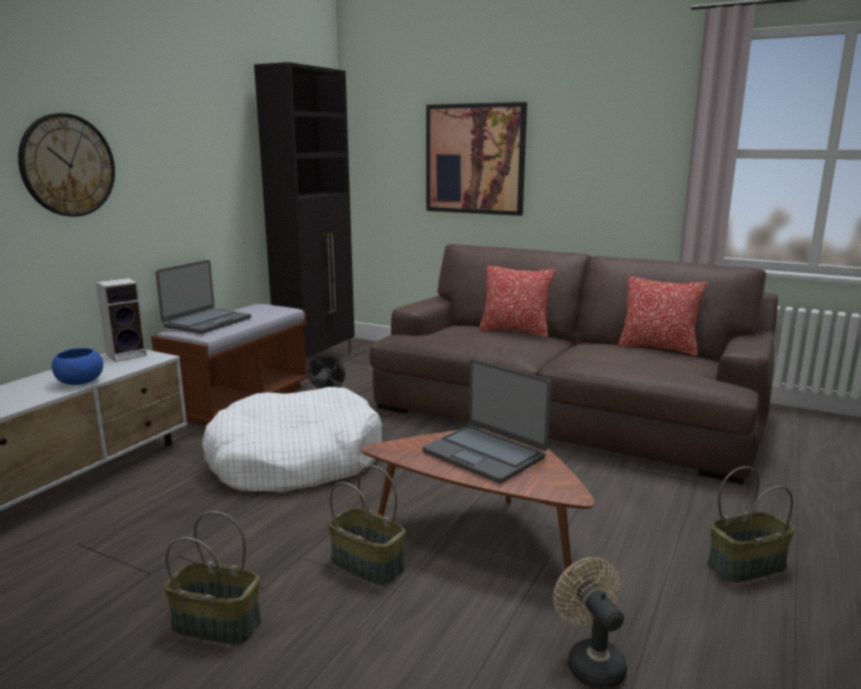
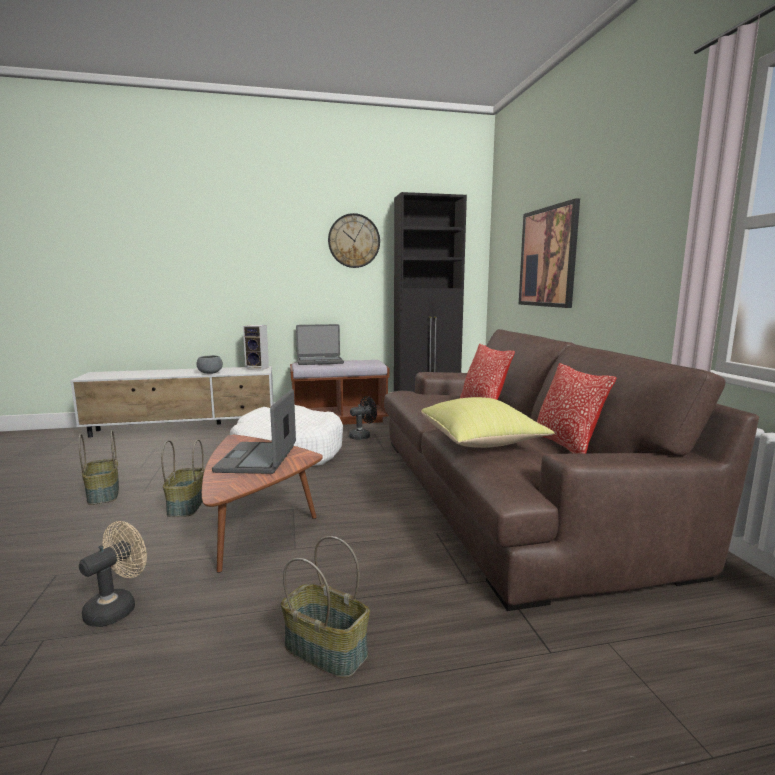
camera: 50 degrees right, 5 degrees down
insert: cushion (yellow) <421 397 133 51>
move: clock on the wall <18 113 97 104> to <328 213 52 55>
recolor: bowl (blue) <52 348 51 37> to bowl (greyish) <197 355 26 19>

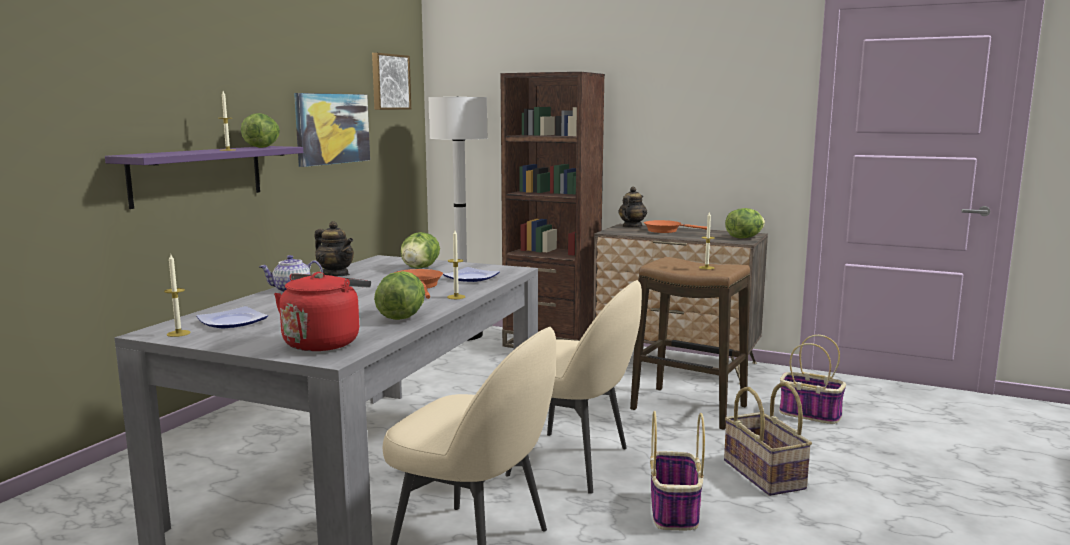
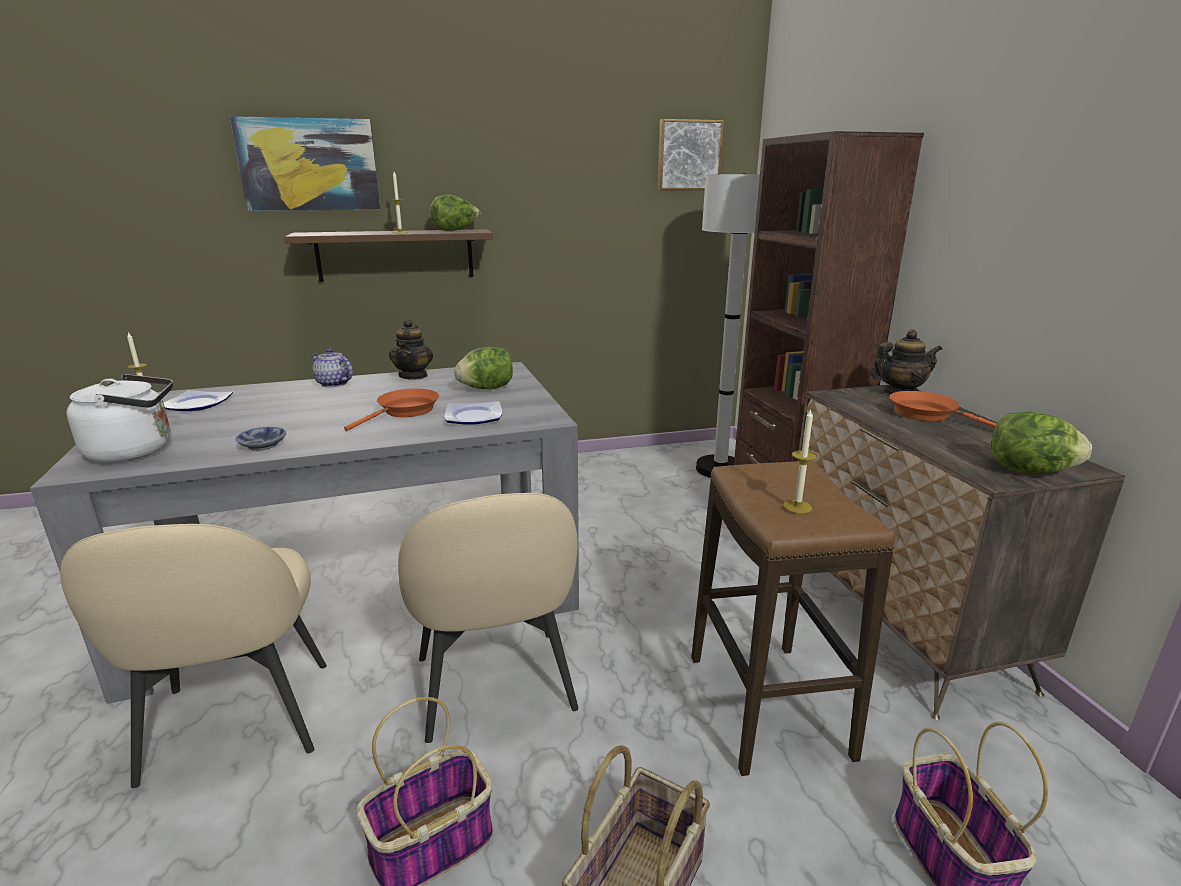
camera: 50 degrees right, 10 degrees up
delete: wax candle <447 230 18 69>
move: wall picture <294 93 76 74> to <230 116 151 95>
replace: head of lettuce <374 271 51 49> to bowl <236 427 50 24>
recolor: bracket shelf (purplish) <105 146 198 63> to bracket shelf (brown) <284 229 209 53>; water kettle (reddish) <274 272 97 79> to water kettle (whitish) <67 374 106 89>

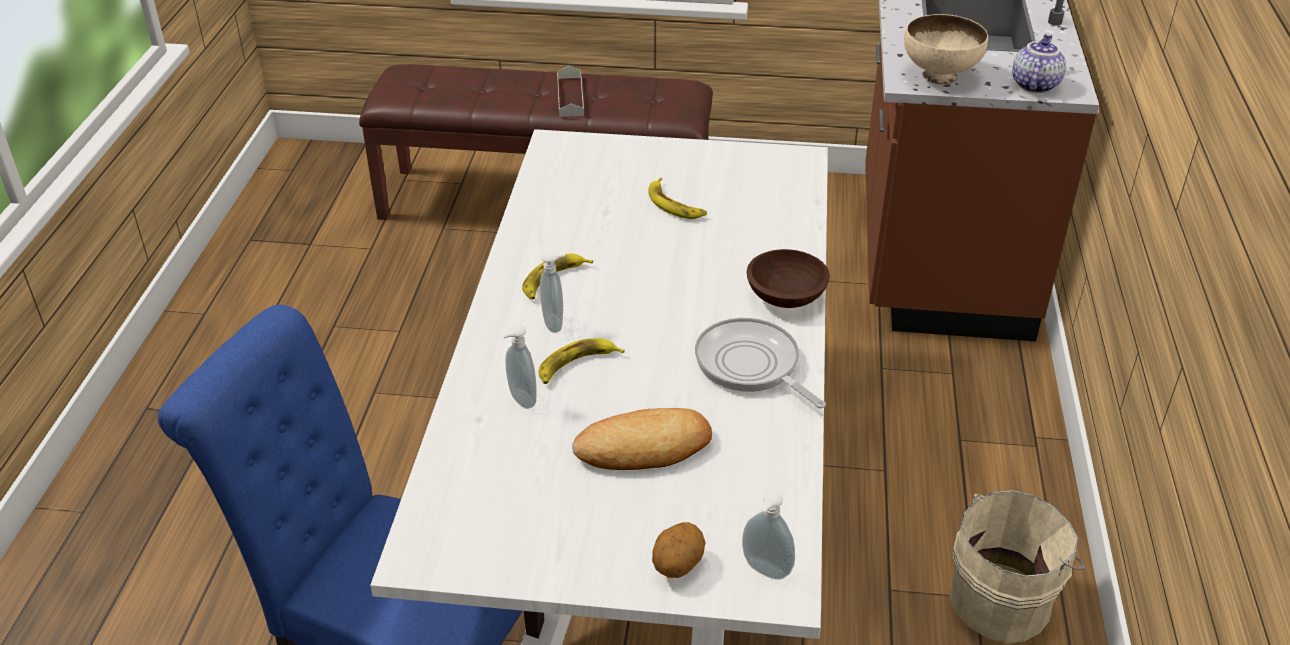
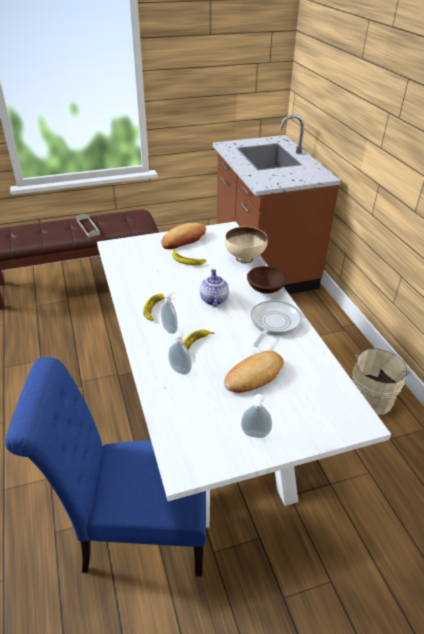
camera: 25 degrees left, 0 degrees up
delete: spud <652 522 54 56>
insert: baked bread <161 223 45 26>
move: bowl (beige) <904 14 84 71> to <225 227 43 37>; tea pot <1012 34 54 59> to <200 269 29 38>; soap bottle <742 491 53 89> to <241 394 31 44>
rotate: pan <695 318 131 90> = <251 300 51 47> 90 degrees clockwise

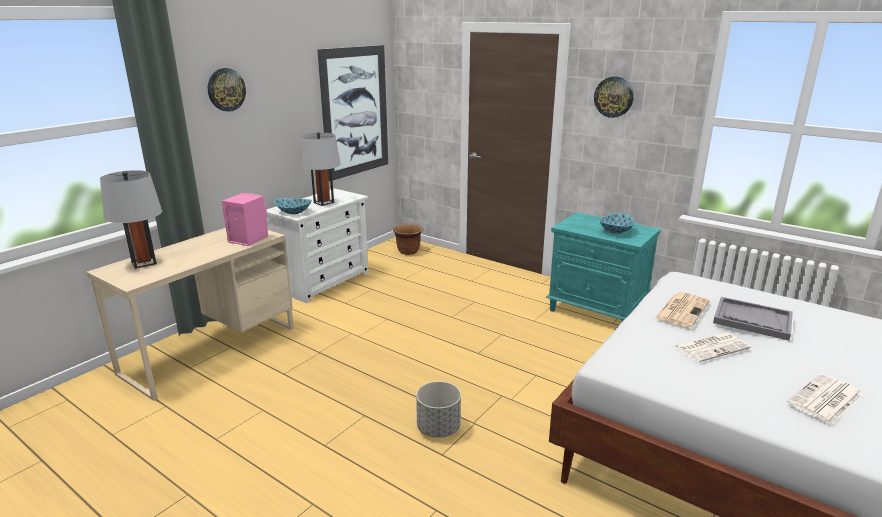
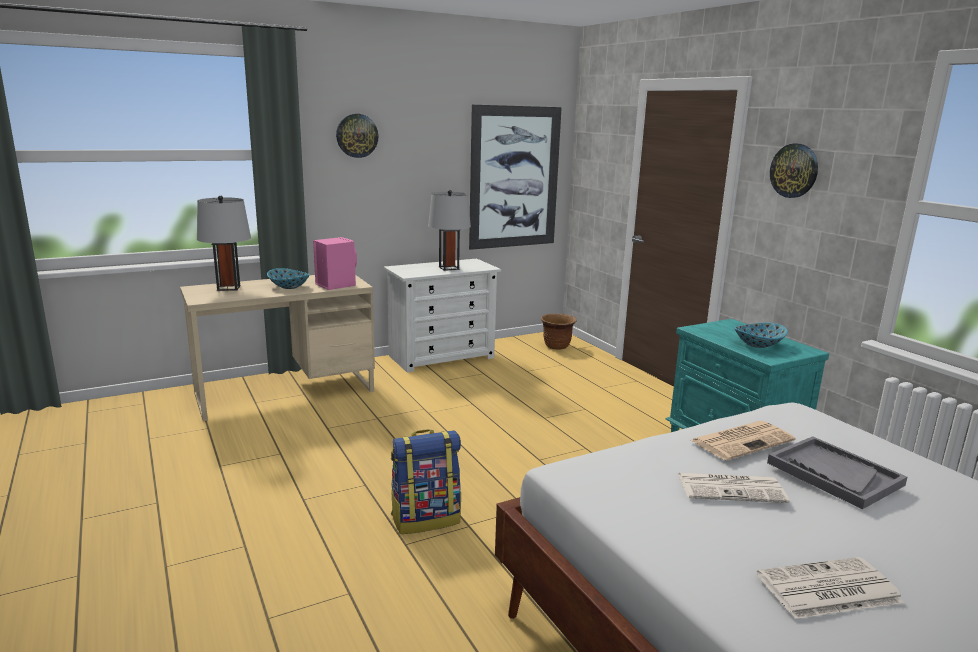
camera: 25 degrees right, 5 degrees down
move: bowl <274 198 38 16> to <267 268 43 21>
replace: flower pot (greyish) <416 381 45 57> to backpack <391 429 70 105>

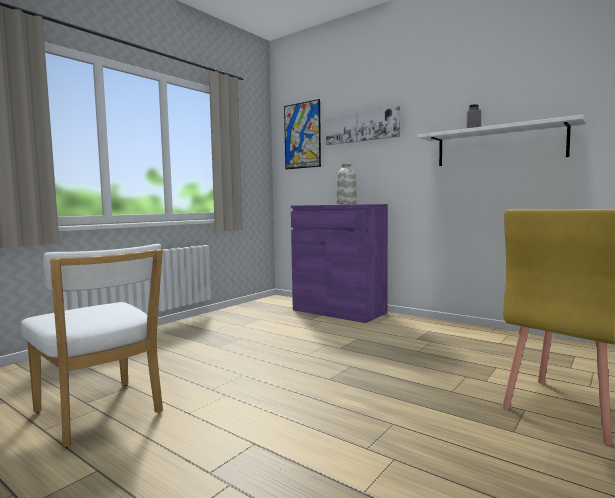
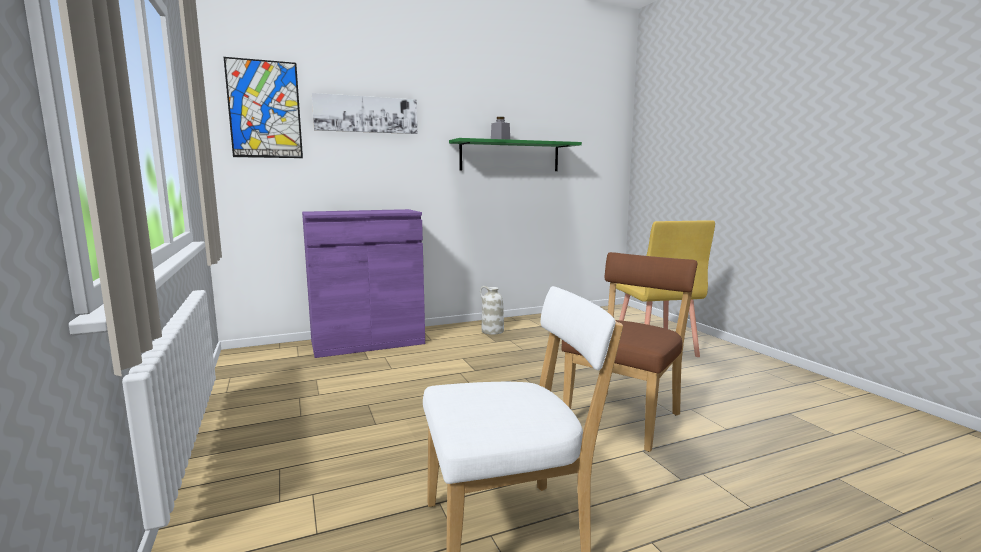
camera: 60 degrees left, 5 degrees up
insert: chair (brown) <561 252 136 200>
move: vase (whitish) <337 163 20 42> to <480 286 24 49>
recolor: bracket shelf (whitish) <418 115 168 51> to bracket shelf (greenish) <449 138 133 33>

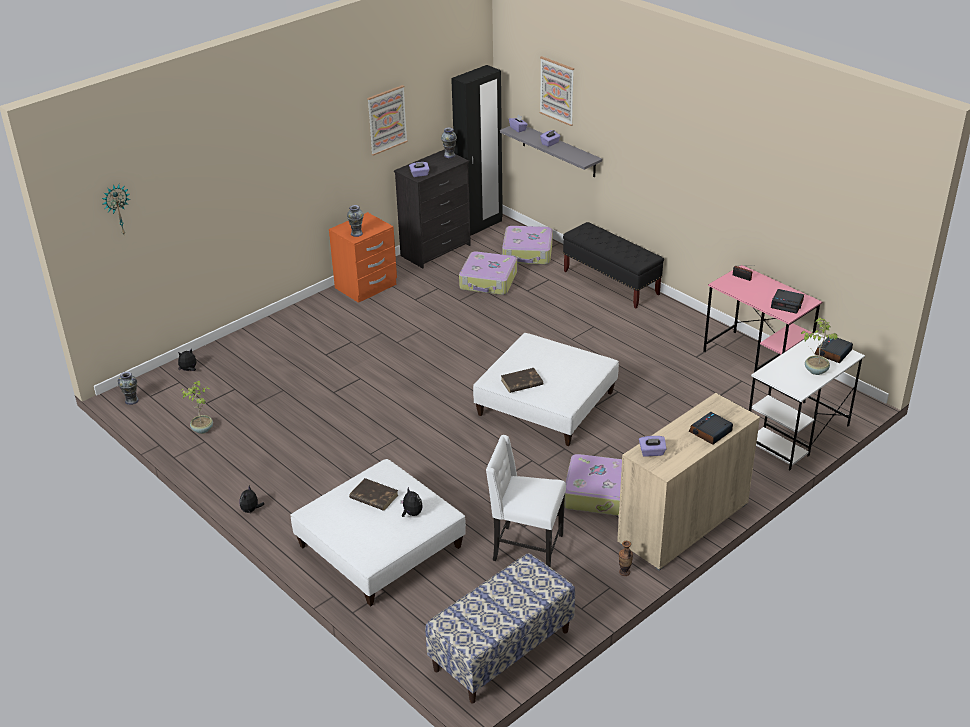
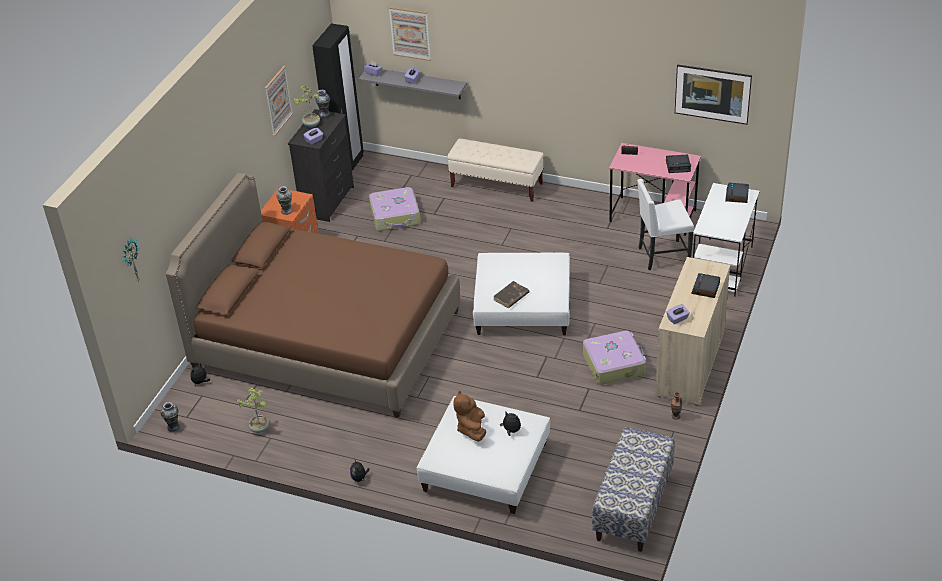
camera: 25 degrees left, 5 degrees up
delete: travel case <502 226 51 39>
insert: wall picture <675 65 77 60>; sleeping bed (brown) <166 173 294 245>
move: houseplant <801 318 37 57> to <293 86 27 42>; chair (whitish) <486 435 80 133> to <637 179 57 91>
replace: bound book (brown) <349 478 49 33> to cuddly toy (brown) <453 391 33 51>
recolor: long seat (black-coloured) <563 222 101 86> to long seat (beige) <447 138 97 64>

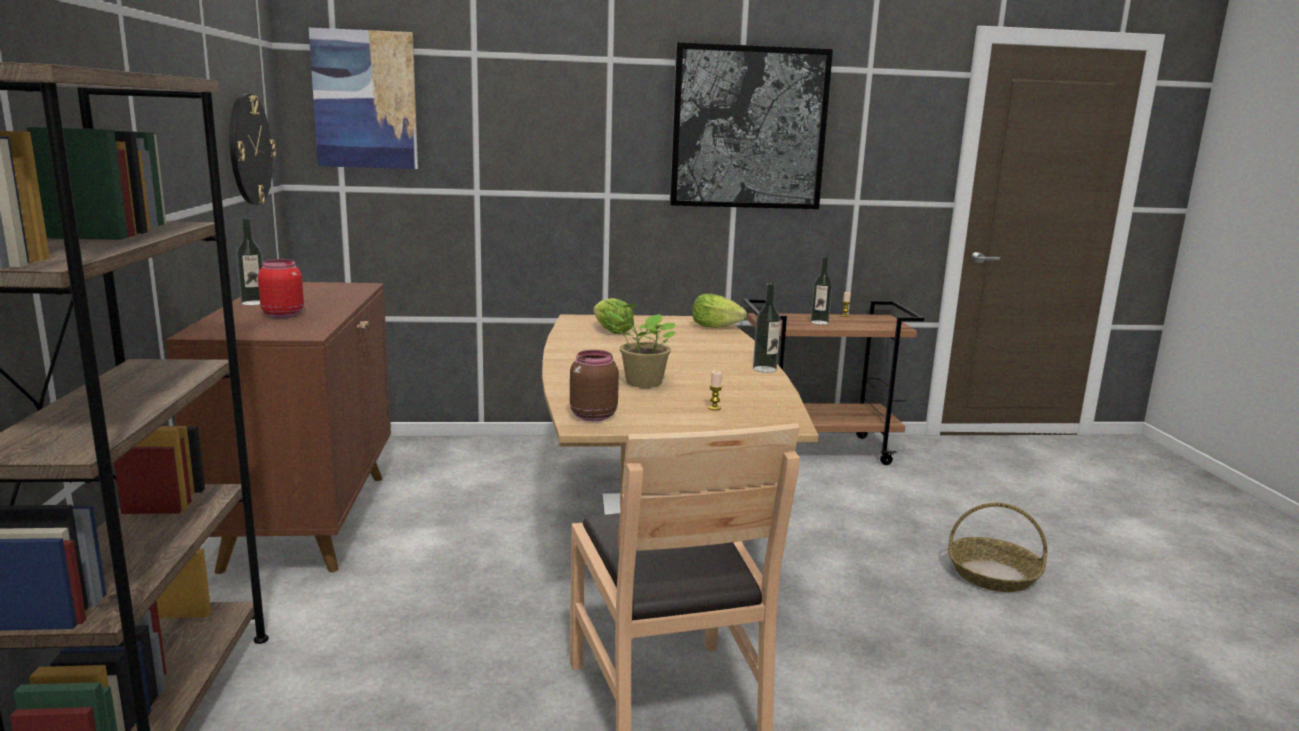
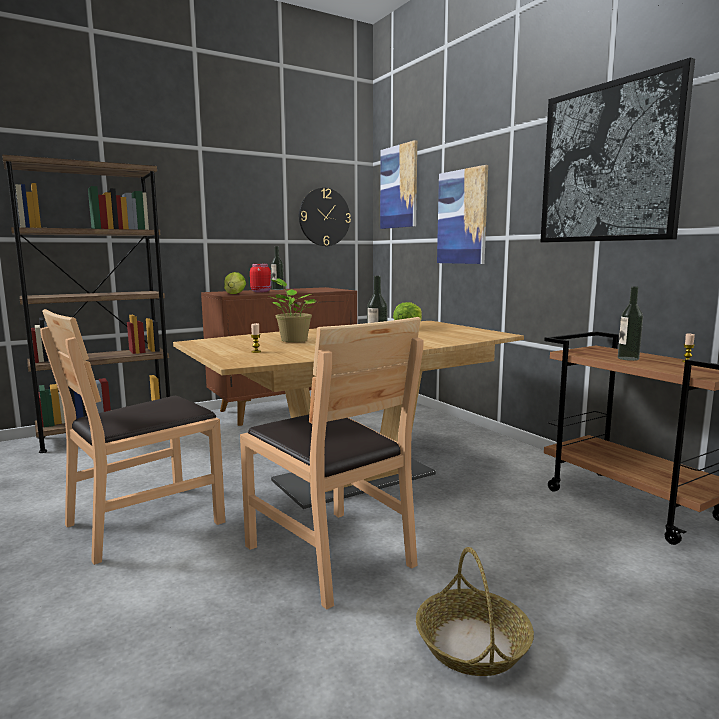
camera: 65 degrees right, 5 degrees down
delete: storage jar (brown) <570 350 49 71>
insert: wall picture <437 165 51 99>; chair (brown) <240 317 183 293>
move: head of lettuce <692 294 55 34> to <224 272 22 22>

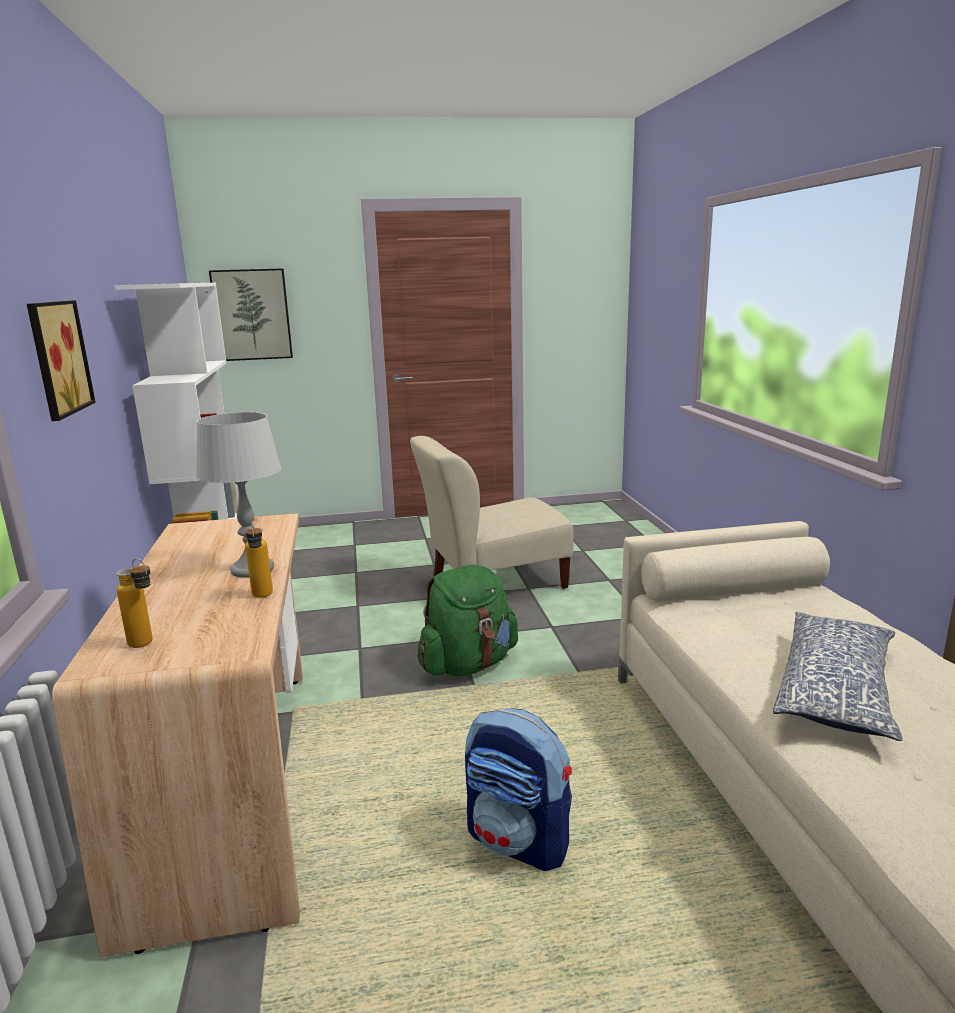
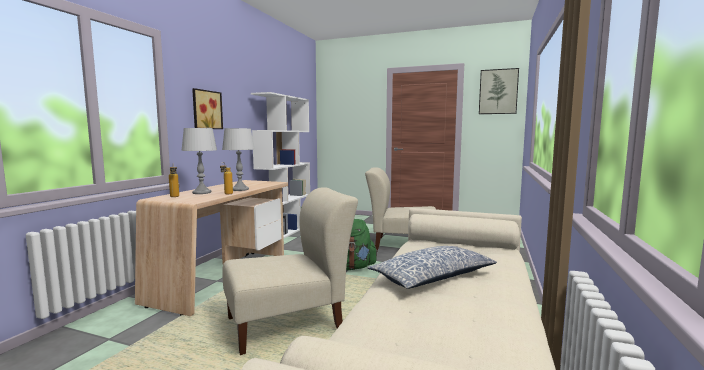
camera: 30 degrees right, 10 degrees down
insert: lamp for a table (greyish) <181 128 36 66>
move: wall picture <209 268 84 93> to <479 68 40 46>
replace: backpack <465 708 107 163> to chair (beige) <222 187 136 168>

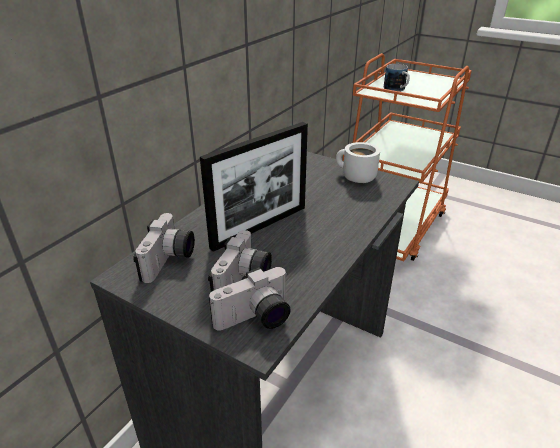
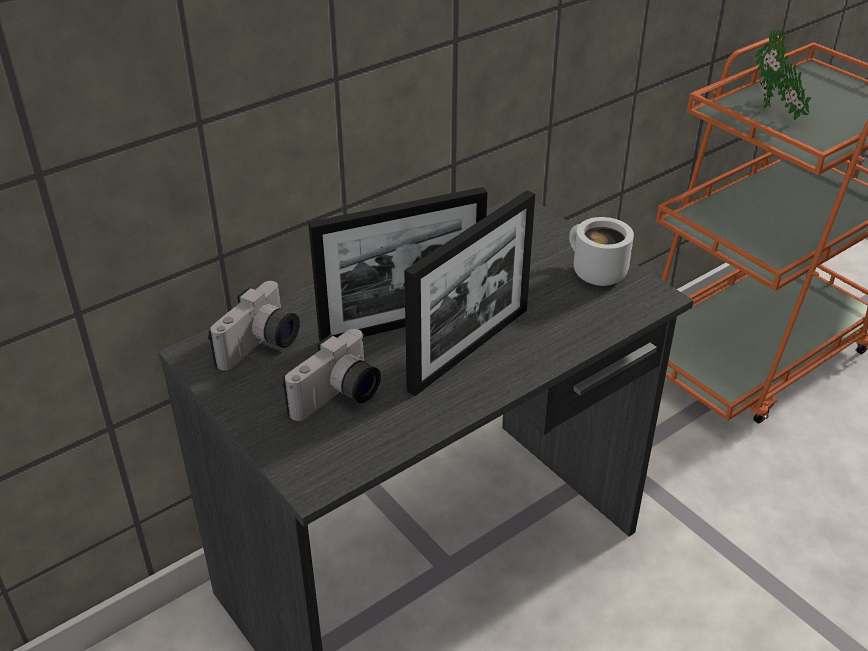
camera: 20 degrees right, 5 degrees up
delete: still camera <209 267 81 64>
insert: picture frame <404 190 131 206>
replace: coffee mug <384 64 26 28> to houseplant <755 28 57 92>

